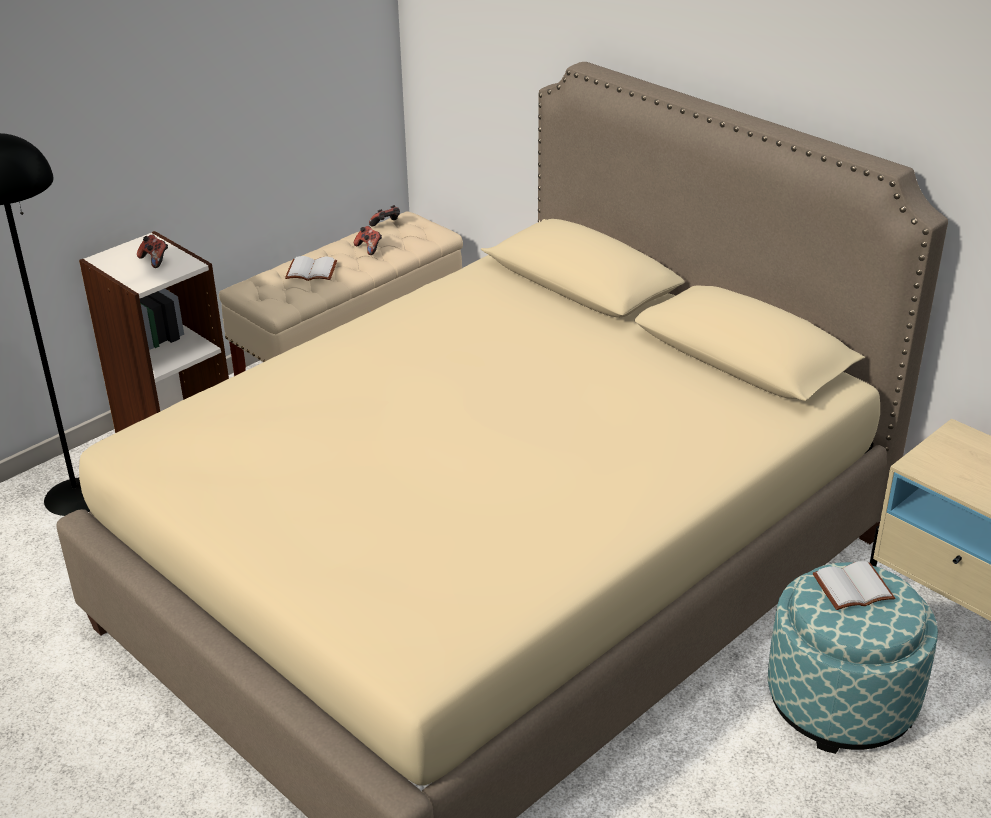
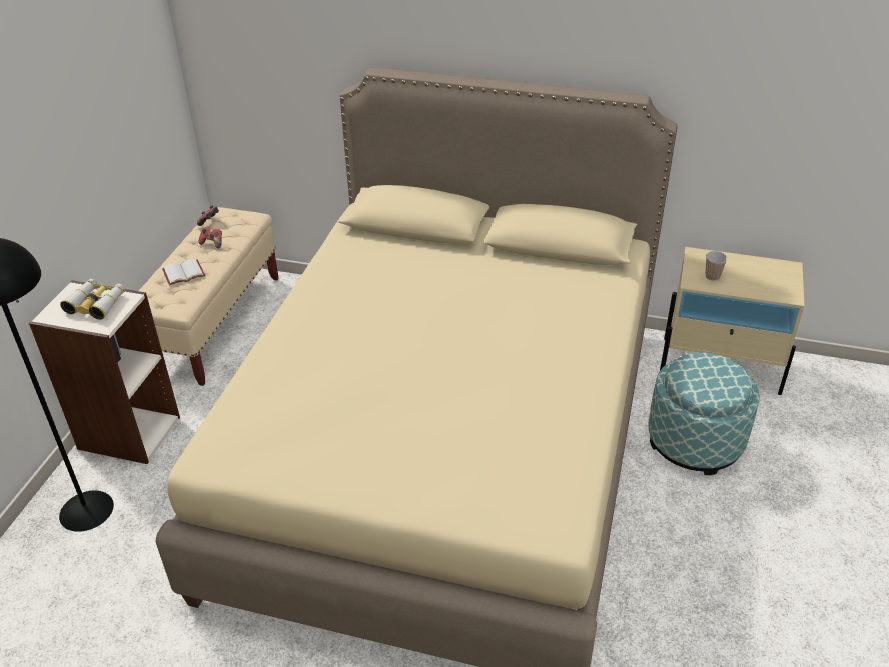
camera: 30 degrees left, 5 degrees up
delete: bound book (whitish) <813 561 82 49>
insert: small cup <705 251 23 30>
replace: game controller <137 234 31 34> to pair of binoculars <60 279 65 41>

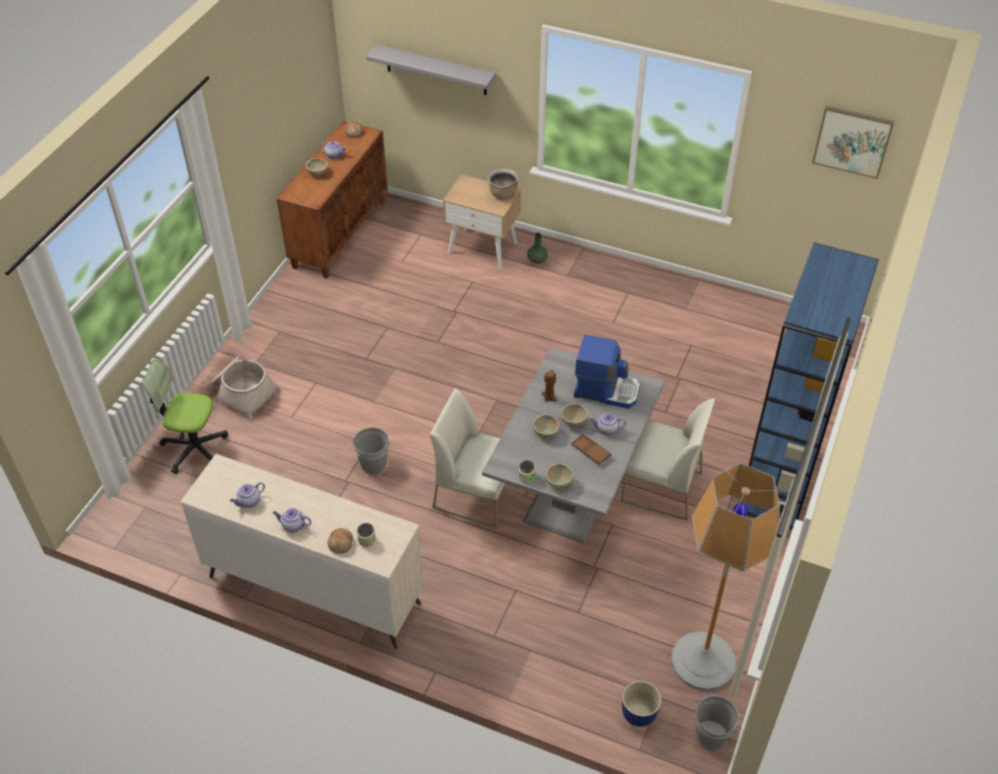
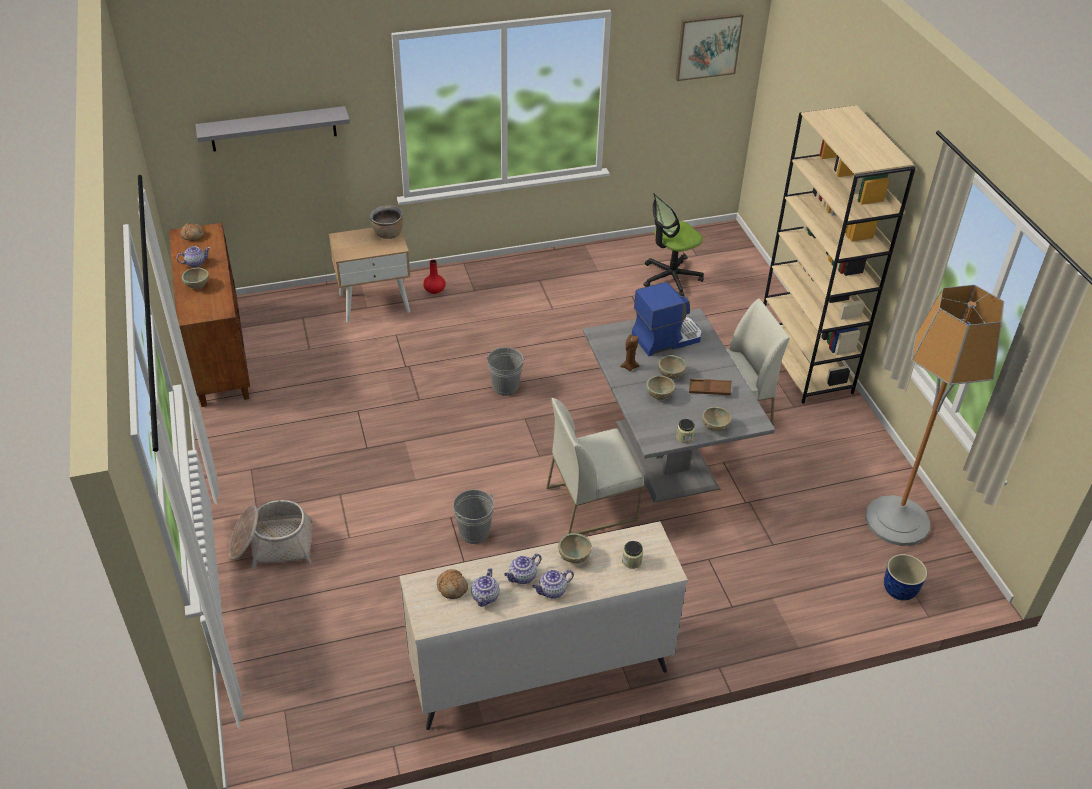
camera: 40 degrees left, 5 degrees down
insert: bowl (beige) <558 533 34 30>
move: desk chair <142 359 86 115> to <643 193 61 103>; tea pot <590 413 36 22> to <504 554 37 30>; baked bread <327 528 26 26> to <437 569 31 30>; bucket (greyish) <695 695 44 55> to <485 347 41 49>
recolor: vase (greenish) <527 233 21 31> to vase (reddish) <423 260 22 34>; bookcase (blue) <740 243 139 286> to bookcase (beige) <764 105 152 299>

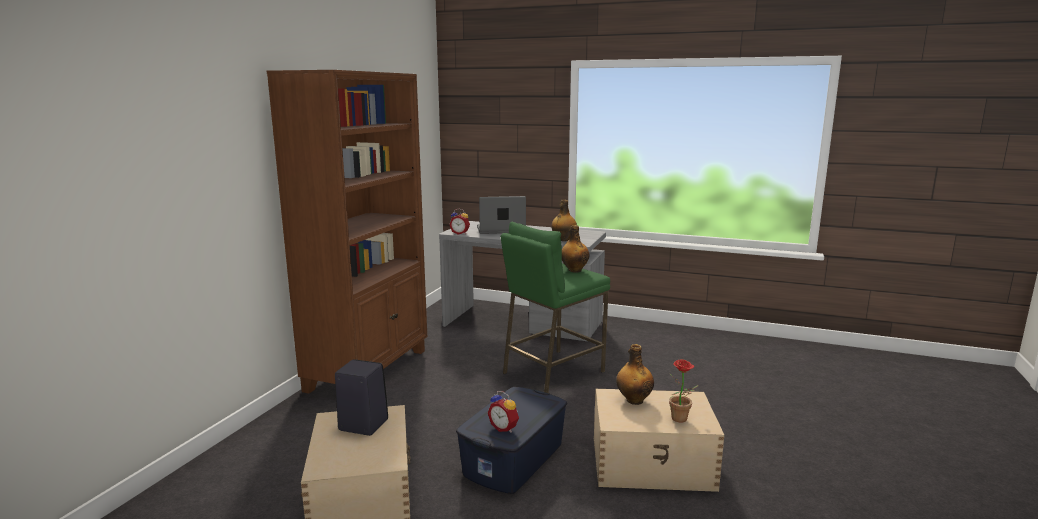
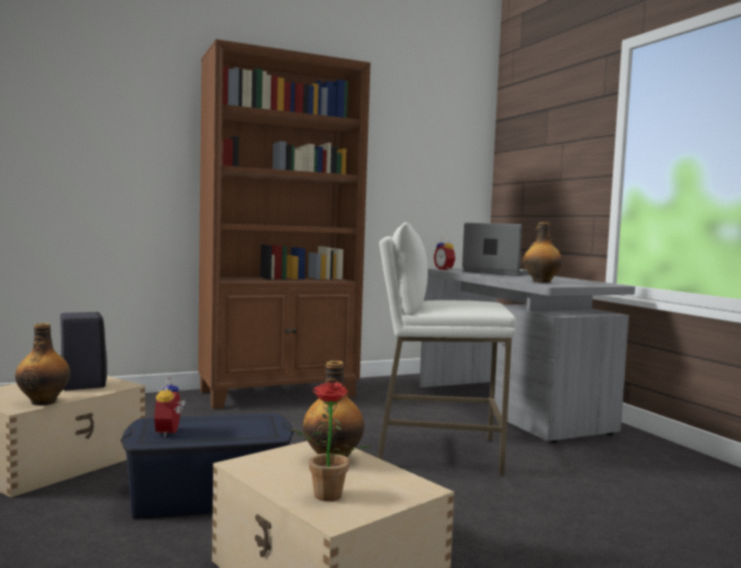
camera: 45 degrees right, 10 degrees down
move: beverage bottle <562 225 27 47> to <15 323 55 83>
recolor: stool seat (greenish) <501 222 109 171> to stool seat (whitish) <377 222 139 253>

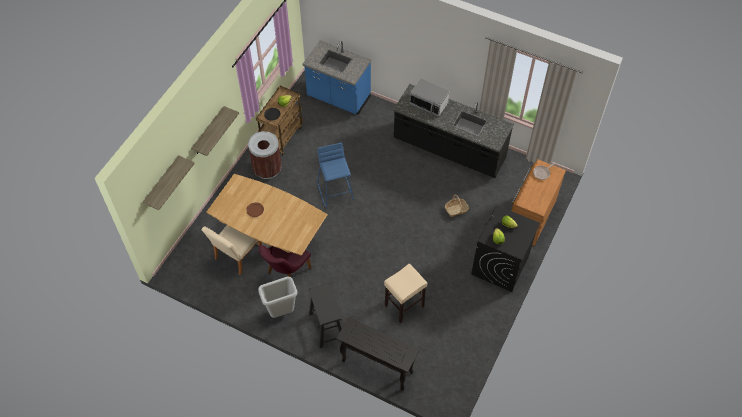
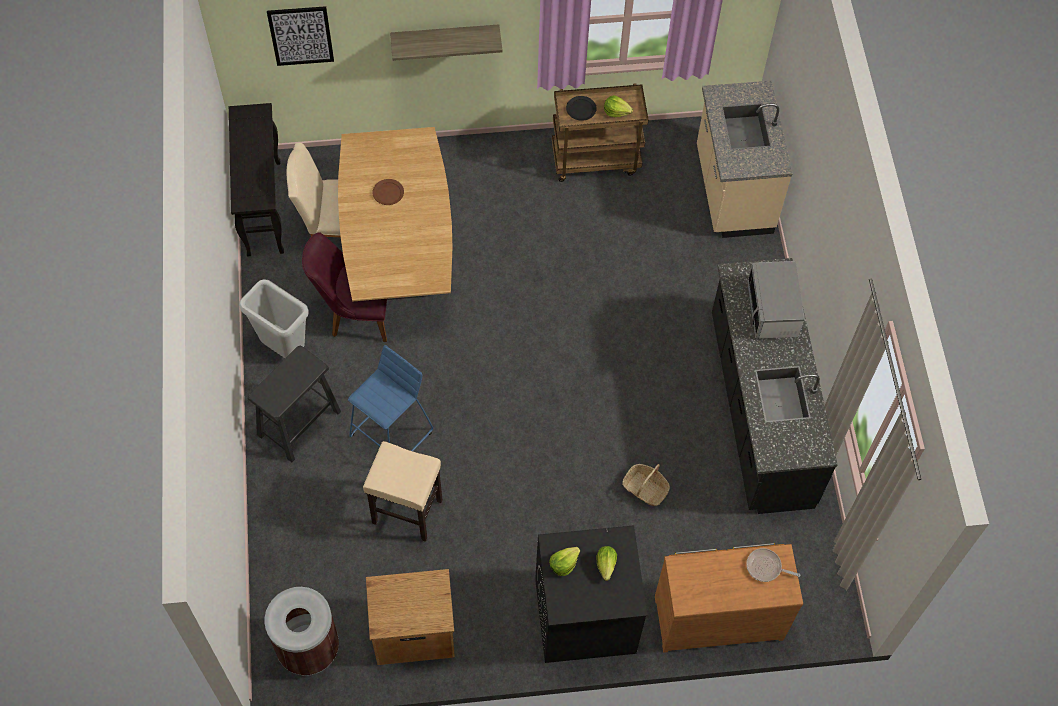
camera: 55 degrees right, 5 degrees up
insert: nightstand (brown) <366 569 89 96>
move: trash can (brown) <248 131 34 48> to <265 587 74 89>; stool seat (blue) <317 142 37 65> to <348 345 85 106>; console table (black-coloured) <336 317 83 74> to <229 103 55 154>
replace: bracket shelf <143 155 52 55> to wall picture <267 6 67 60>
recolor: counter (blue) <303 40 68 75> to counter (beige) <697 81 96 157>

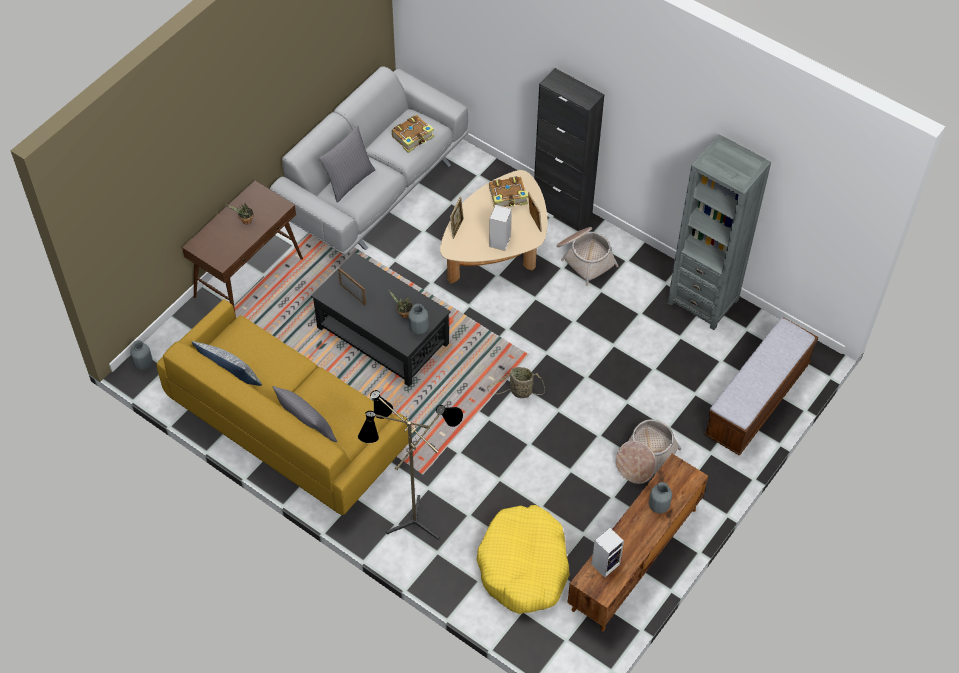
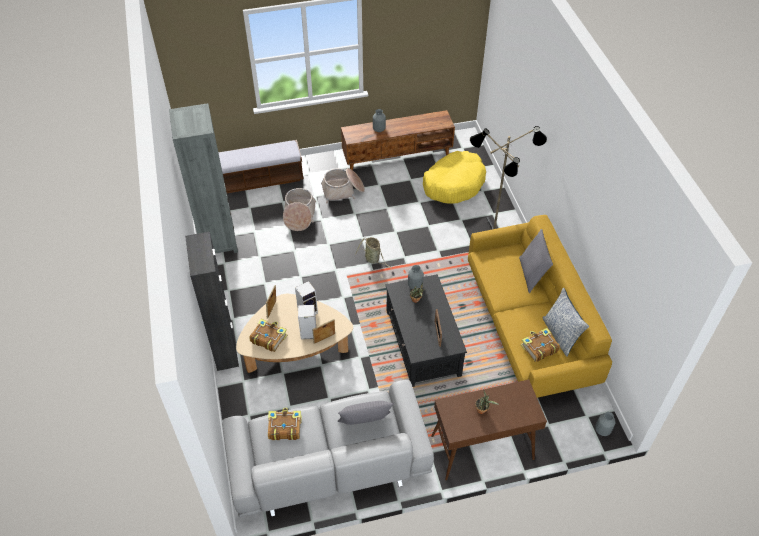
camera: 140 degrees left, 5 degrees down
insert: bound book <521 328 39 34>
move: basket <556 227 63 59> to <283 188 33 43>; loudspeaker <591 528 33 49> to <298 305 18 35>

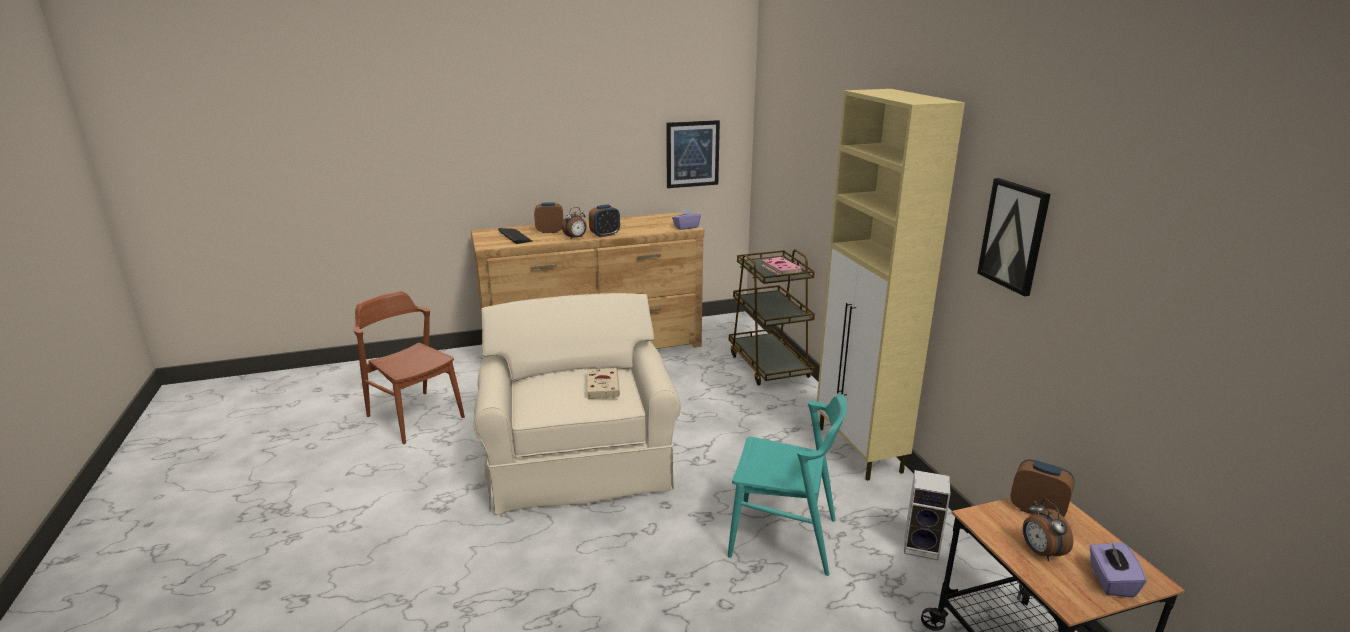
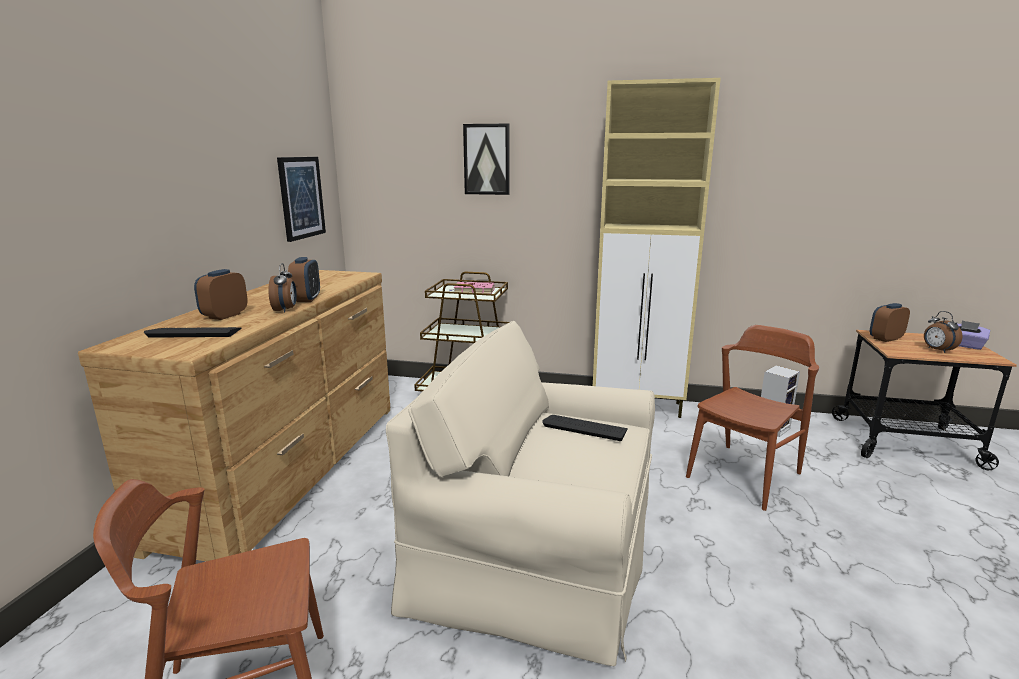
camera: 60 degrees left, 5 degrees down
delete: tissue holder (purplish) <672 207 29 23>
move: wall picture <977 178 74 119> to <463 124 47 71>
replace: bound book (beige) <587 368 33 31> to keyboard <542 415 86 26>
recolor: chair (blue-green) <728 394 119 182> to chair (brown) <686 325 133 186>
rotate: bedside clock <1023 499 50 62> = <924 311 38 42> 60 degrees clockwise

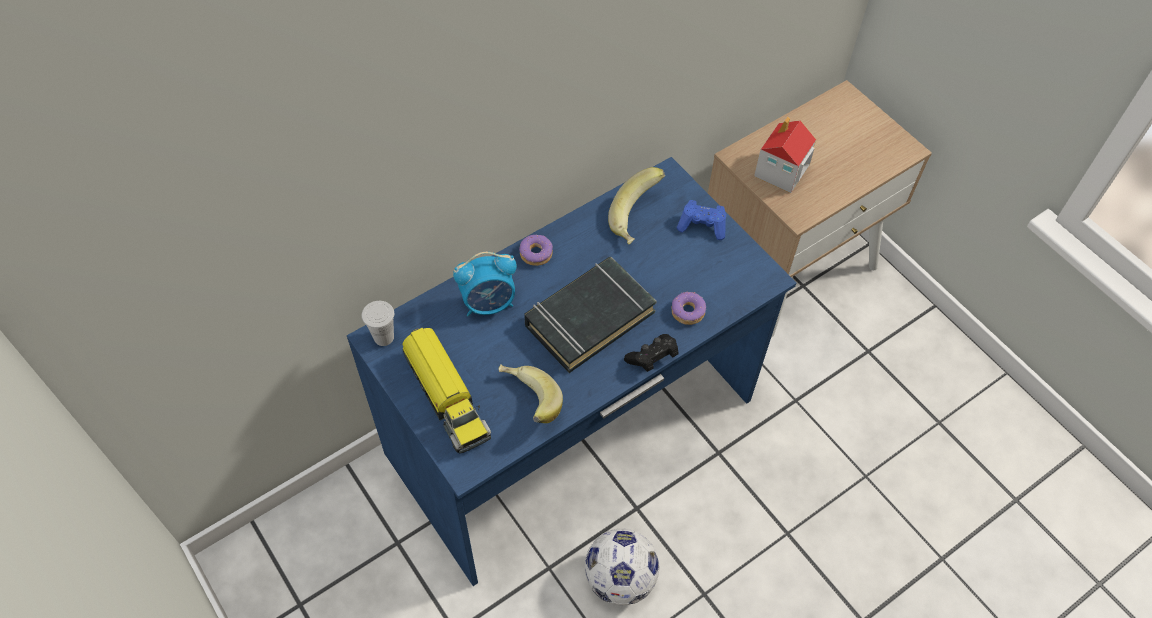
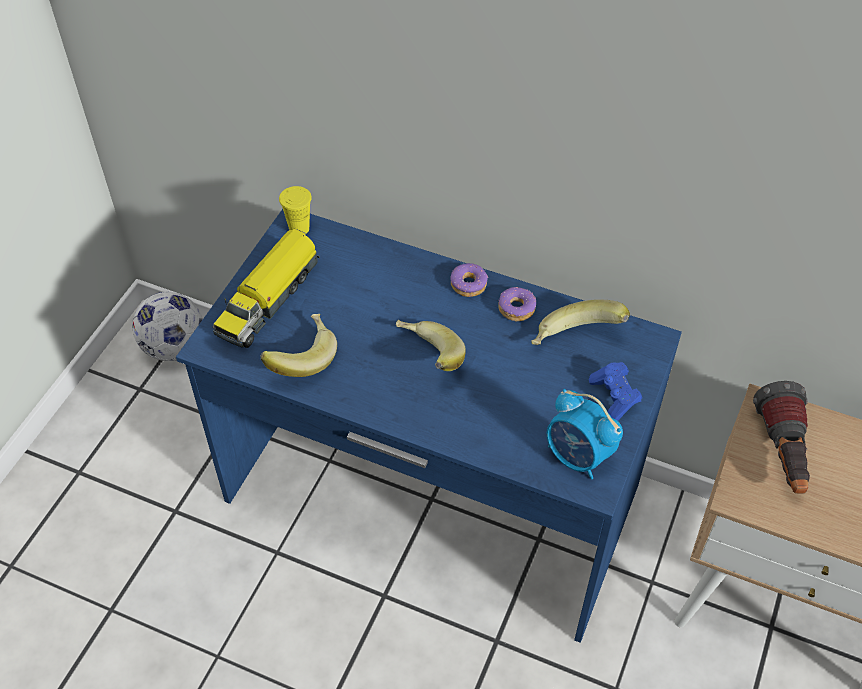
camera: 60 degrees right, 5 degrees down
delete: game controller (black-coloured) <624 334 54 38>
move: bedside clock <453 252 64 65> to <547 389 76 91>; doughnut <671 291 35 34> to <498 287 38 34>; ball for football <585 529 74 76> to <132 292 71 69>
replace: toy house <754 117 62 76> to flashlight <753 381 57 113>; bound book (black-coloured) <524 257 133 116> to banana <396 320 70 51>
recolor: small cup (whitish) <362 301 32 45> to small cup (yellow) <279 186 33 48>

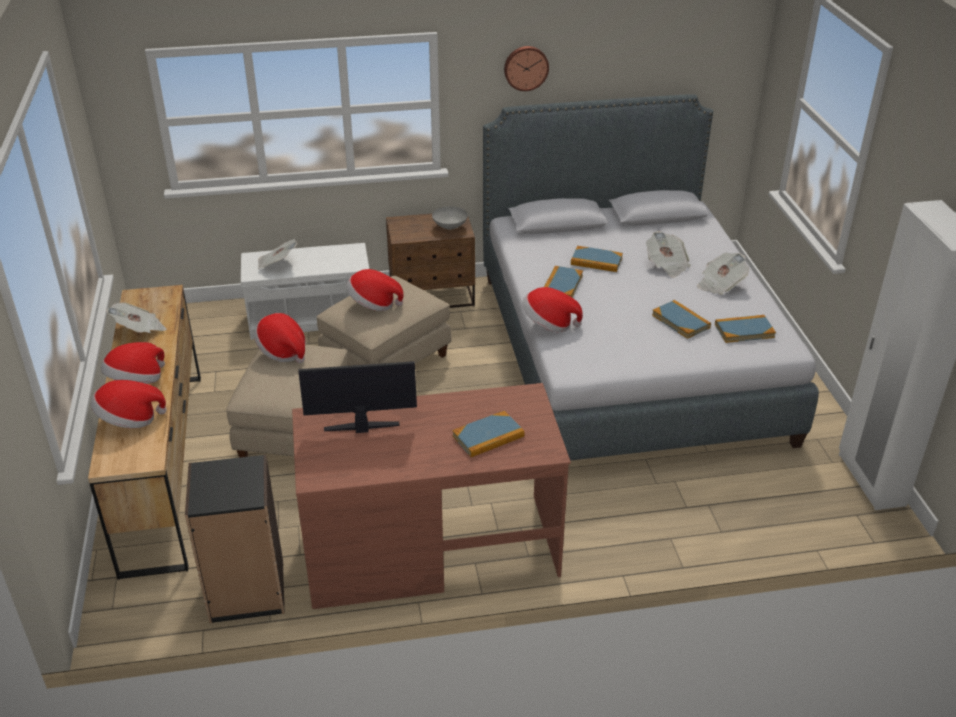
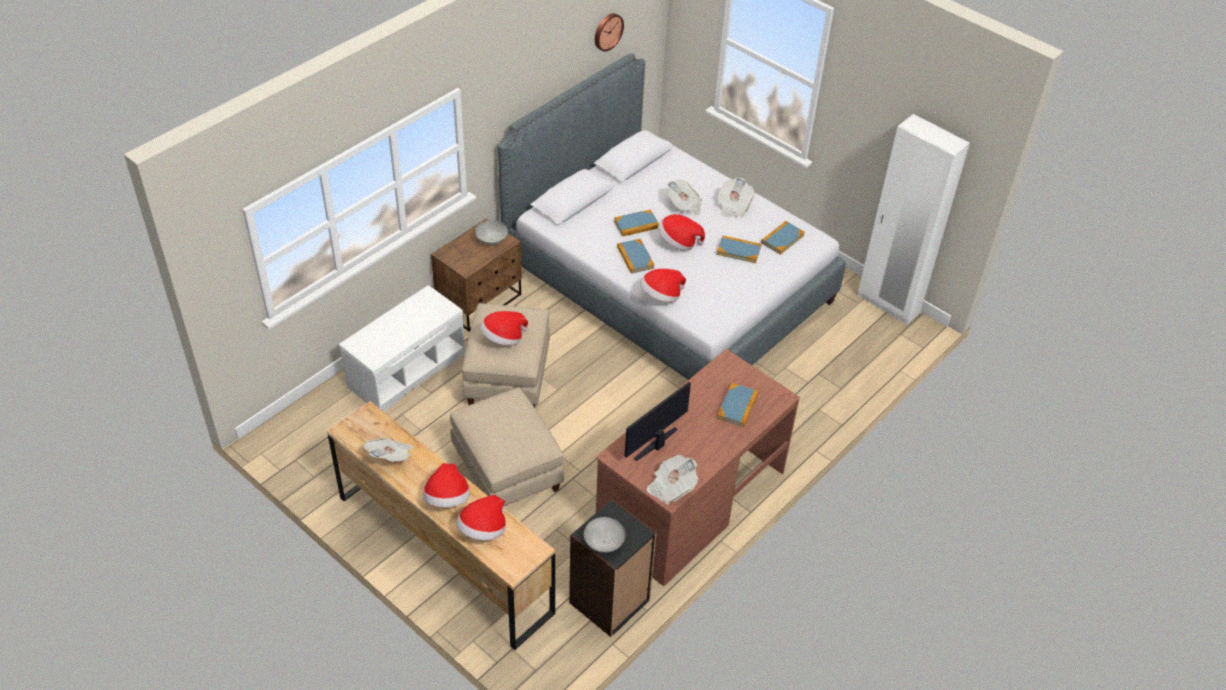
camera: 40 degrees left, 10 degrees up
insert: bowl (greyish) <584 517 41 36>
move: clock on the wall <504 46 45 45> to <595 13 29 39>; printed paper <258 239 39 30> to <647 455 51 50>; hat <254 313 52 50> to <658 214 47 36>

